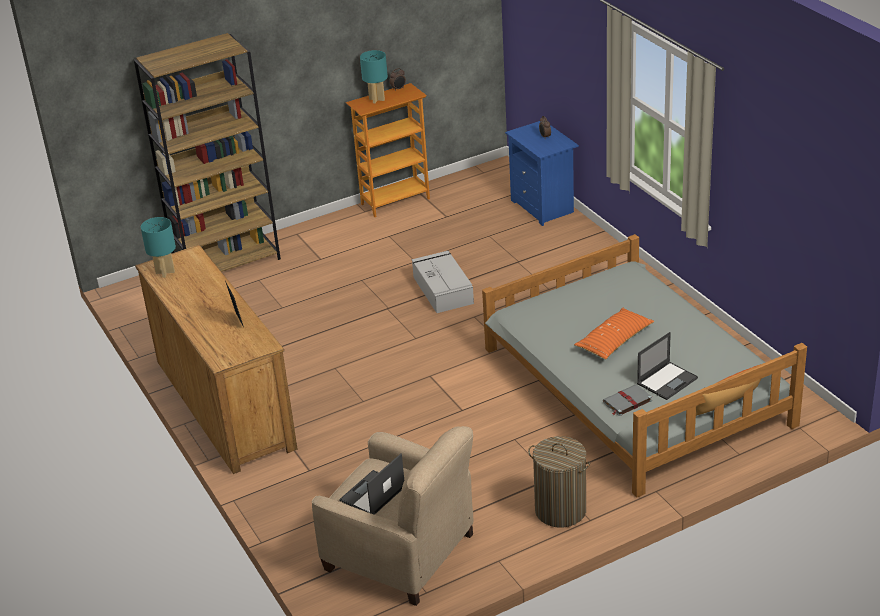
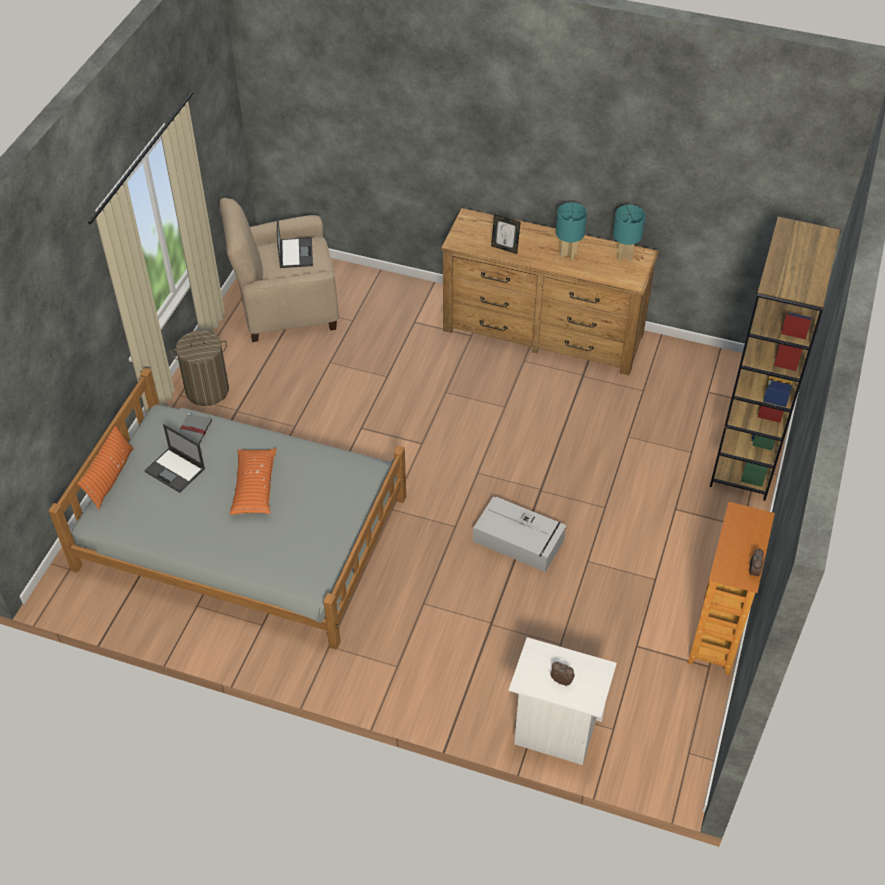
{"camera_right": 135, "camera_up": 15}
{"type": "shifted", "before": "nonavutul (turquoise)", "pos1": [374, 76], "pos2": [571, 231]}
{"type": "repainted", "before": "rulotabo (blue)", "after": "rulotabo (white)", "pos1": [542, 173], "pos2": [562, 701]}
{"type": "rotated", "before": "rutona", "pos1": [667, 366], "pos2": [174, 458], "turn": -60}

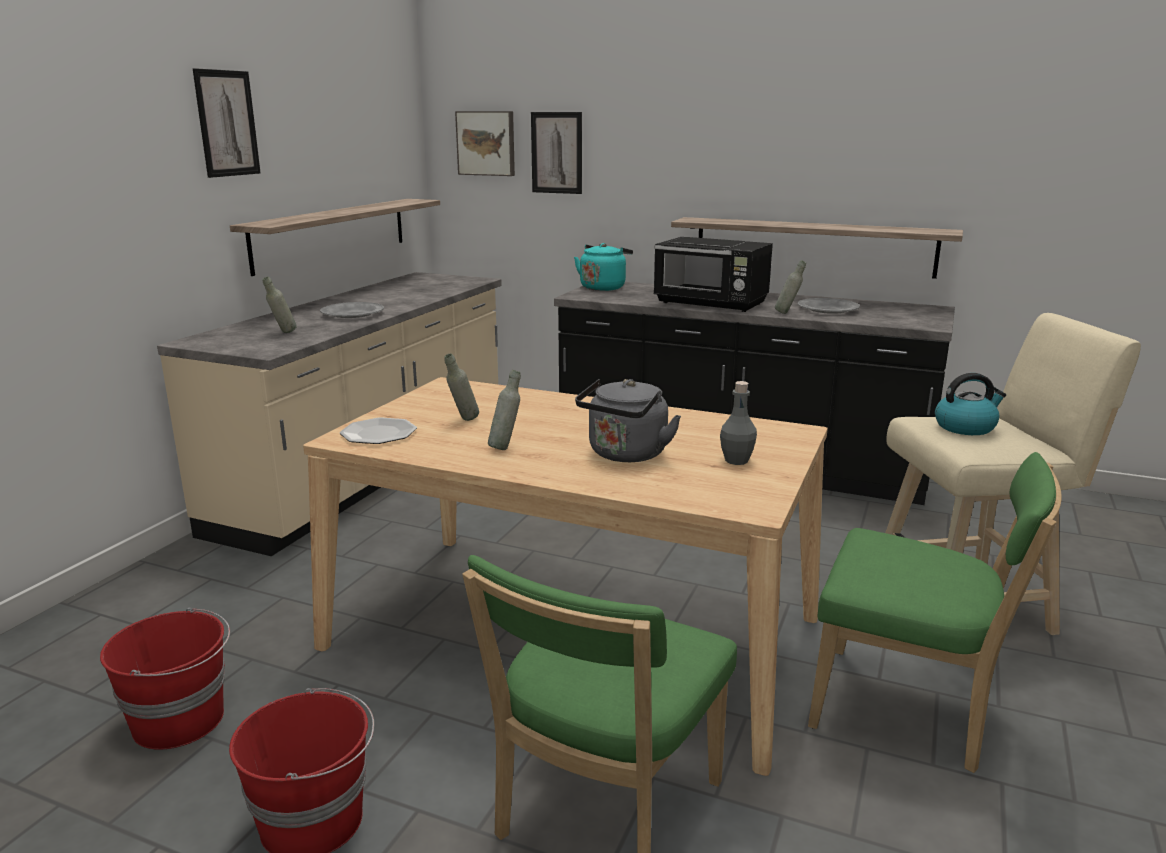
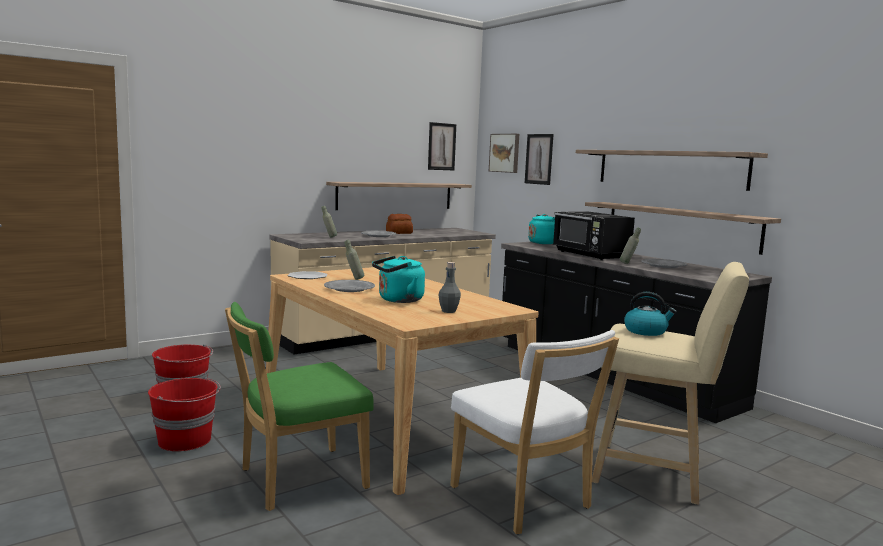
{"camera_right": 30, "camera_up": -10}
{"type": "new", "after": "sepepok", "pos2": [399, 224]}
{"type": "new", "after": "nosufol", "pos2": [672, 170]}
{"type": "shifted", "before": "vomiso", "pos1": [226, 123], "pos2": [442, 146]}
{"type": "swapped", "before": "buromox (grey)", "after": "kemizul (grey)", "pos1": [504, 410], "pos2": [349, 286]}
{"type": "repainted", "before": "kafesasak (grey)", "after": "kafesasak (turquoise)", "pos1": [628, 420], "pos2": [398, 279]}
{"type": "repainted", "before": "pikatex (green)", "after": "pikatex (white)", "pos1": [935, 612], "pos2": [534, 432]}

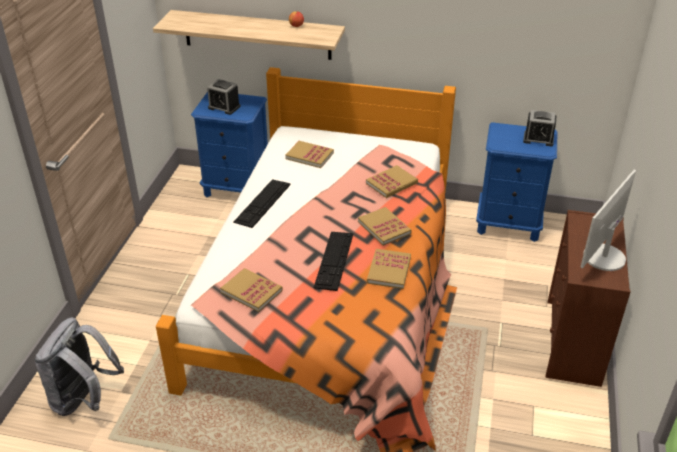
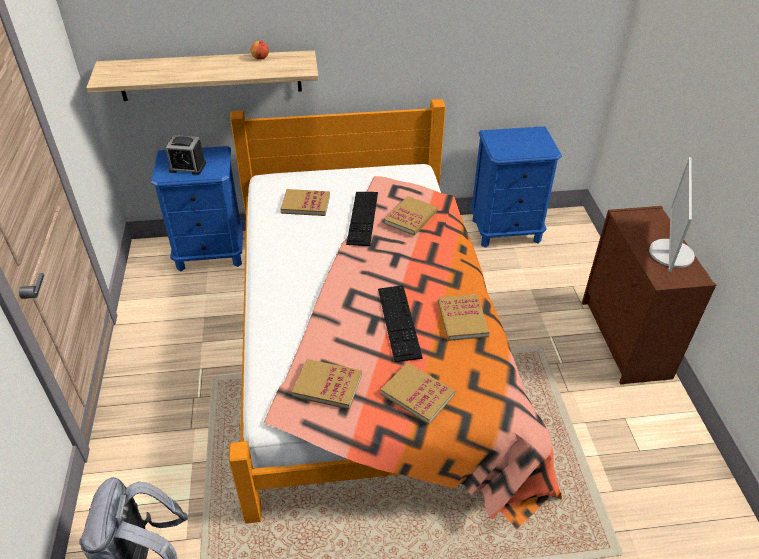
{"camera_right": -20, "camera_up": 5}
{"type": "gone", "before": "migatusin", "pos1": [539, 128]}
{"type": "shifted", "before": "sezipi", "pos1": [261, 203], "pos2": [362, 219]}
{"type": "shifted", "before": "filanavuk", "pos1": [385, 226], "pos2": [418, 393]}

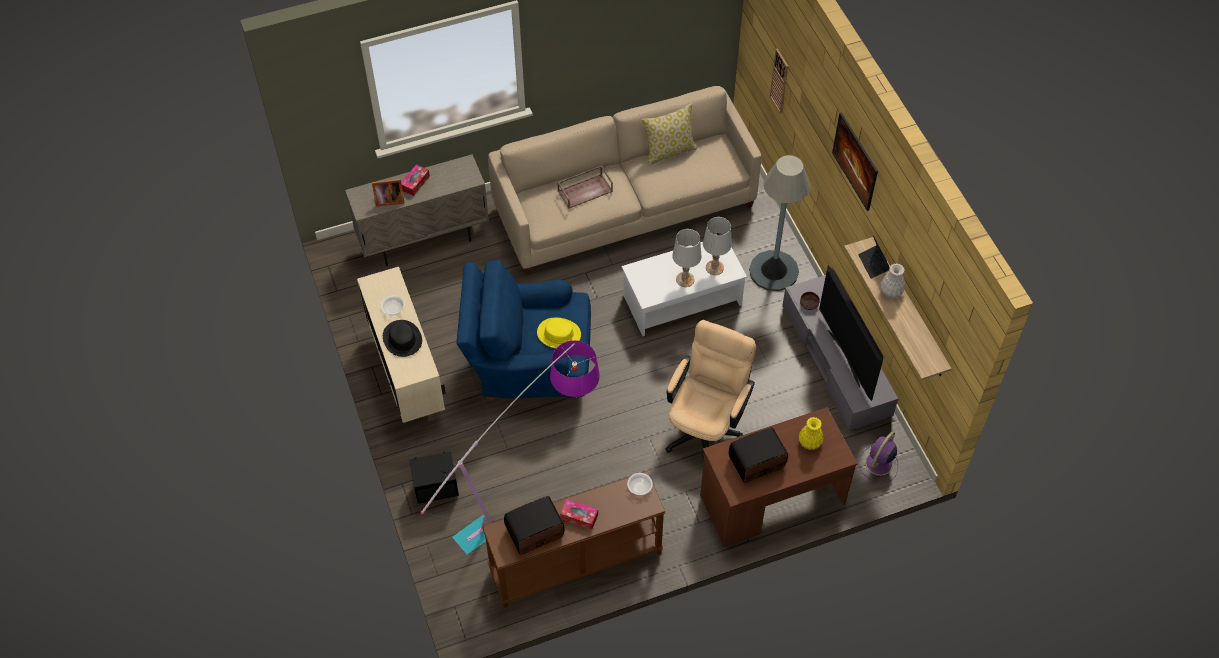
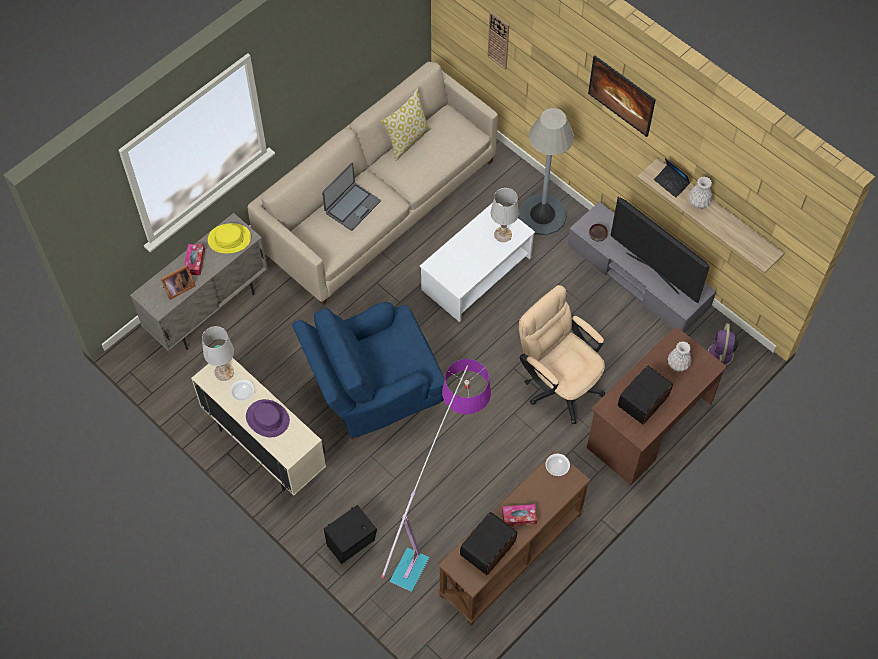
{"camera_right": -25, "camera_up": 5}
{"type": "shifted", "before": "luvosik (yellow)", "pos1": [559, 333], "pos2": [229, 238]}
{"type": "shifted", "before": "nonavutul (white)", "pos1": [686, 258], "pos2": [218, 353]}
{"type": "swapped", "before": "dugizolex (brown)", "after": "rutona", "pos1": [585, 187], "pos2": [351, 196]}
{"type": "repainted", "before": "luvosik (black)", "after": "luvosik (purple)", "pos1": [402, 338], "pos2": [268, 418]}
{"type": "repainted", "before": "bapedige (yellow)", "after": "bapedige (white)", "pos1": [811, 433], "pos2": [680, 356]}
{"type": "rotated", "before": "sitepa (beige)", "pos1": [710, 386], "pos2": [562, 354], "turn": -45}

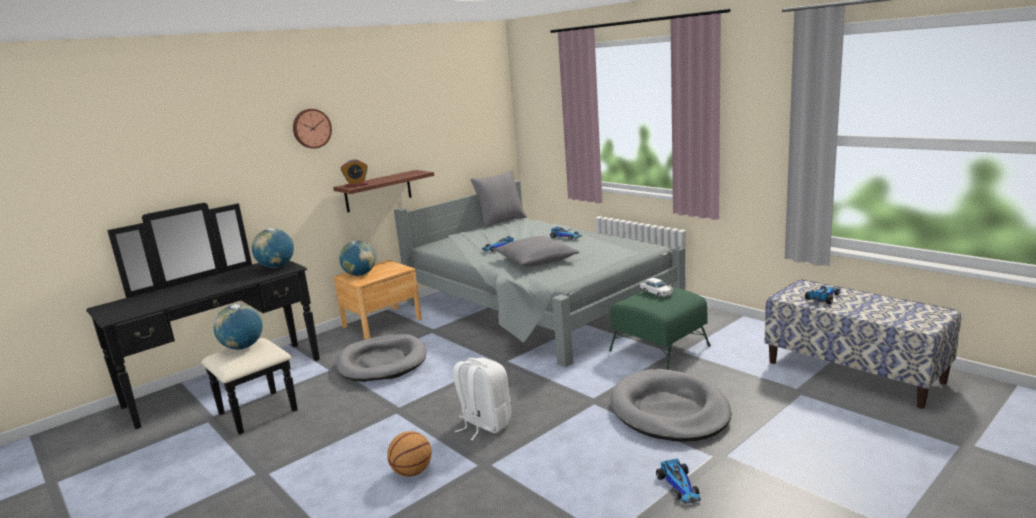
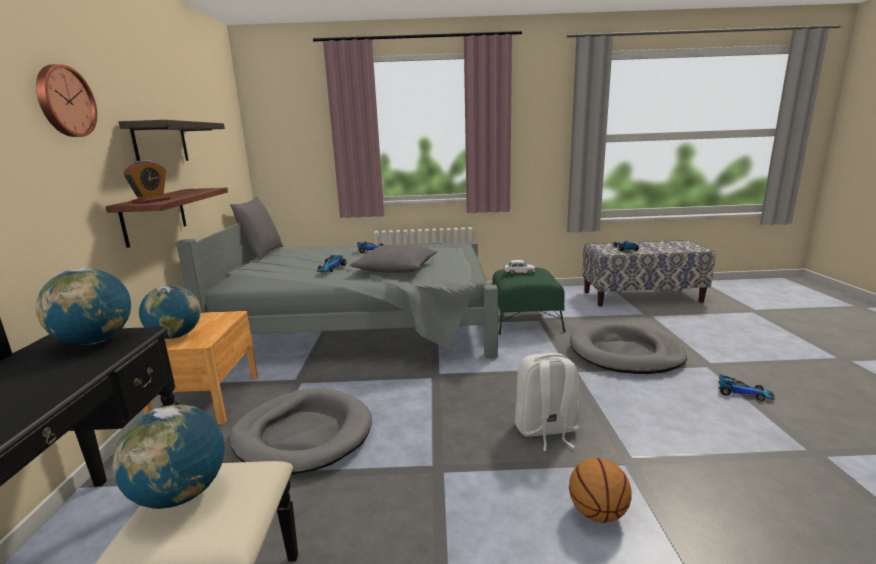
{"camera_right": -50, "camera_up": 0}
{"type": "new", "after": "nosufol", "pos2": [171, 140]}

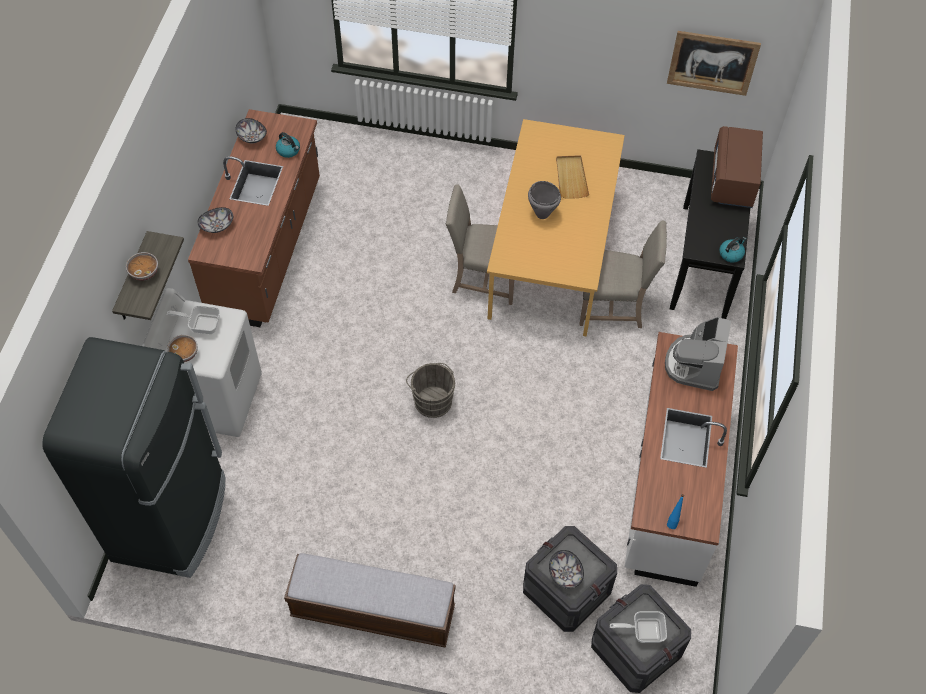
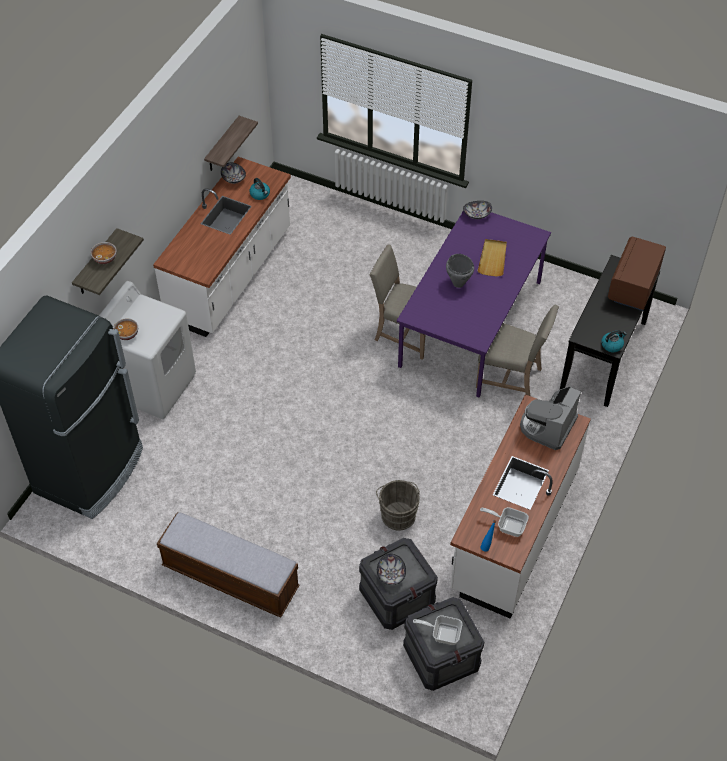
{"camera_right": 15, "camera_up": -5}
{"type": "gone", "before": "vomiso", "pos1": [714, 63]}
{"type": "new", "after": "nosufol", "pos2": [231, 143]}
{"type": "shifted", "before": "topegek", "pos1": [193, 319], "pos2": [504, 522]}
{"type": "shifted", "before": "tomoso", "pos1": [215, 220], "pos2": [477, 210]}
{"type": "shifted", "before": "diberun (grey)", "pos1": [430, 390], "pos2": [398, 505]}
{"type": "repainted", "before": "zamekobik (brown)", "after": "zamekobik (white)", "pos1": [254, 218], "pos2": [222, 247]}
{"type": "repainted", "before": "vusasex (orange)", "after": "vusasex (purple)", "pos1": [556, 228], "pos2": [474, 304]}

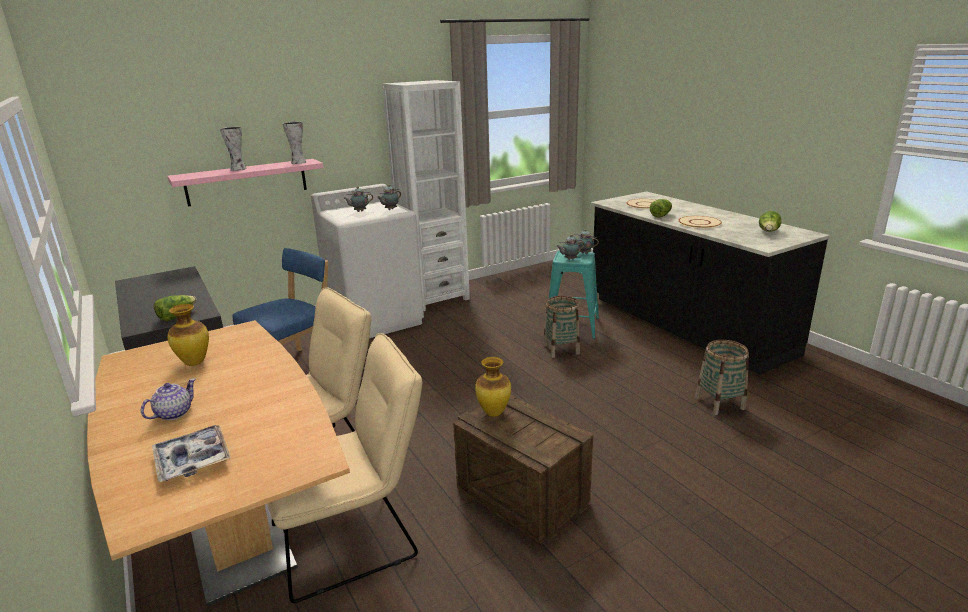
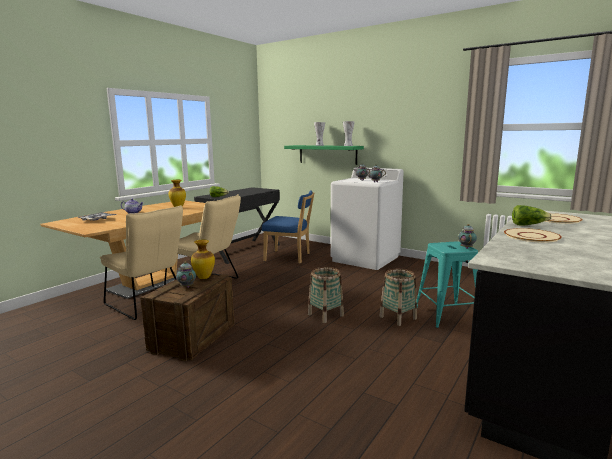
{"camera_right": 65, "camera_up": -10}
{"type": "gone", "before": "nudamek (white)", "pos1": [426, 195]}
{"type": "gone", "before": "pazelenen", "pos1": [770, 221]}
{"type": "shifted", "before": "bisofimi", "pos1": [570, 247], "pos2": [186, 274]}
{"type": "shifted", "before": "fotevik", "pos1": [722, 377], "pos2": [326, 295]}
{"type": "repainted", "before": "nosufol (pink)", "after": "nosufol (green)", "pos1": [246, 182], "pos2": [324, 155]}

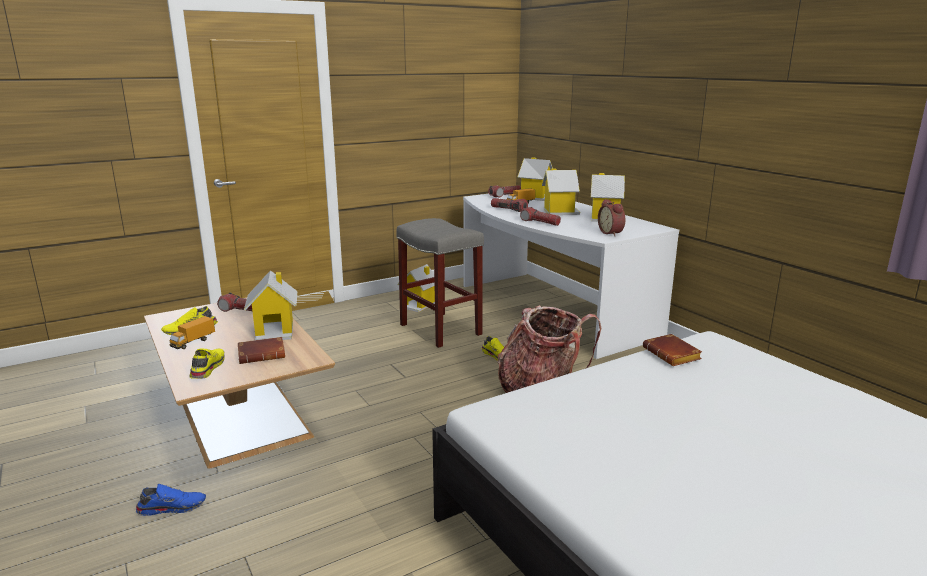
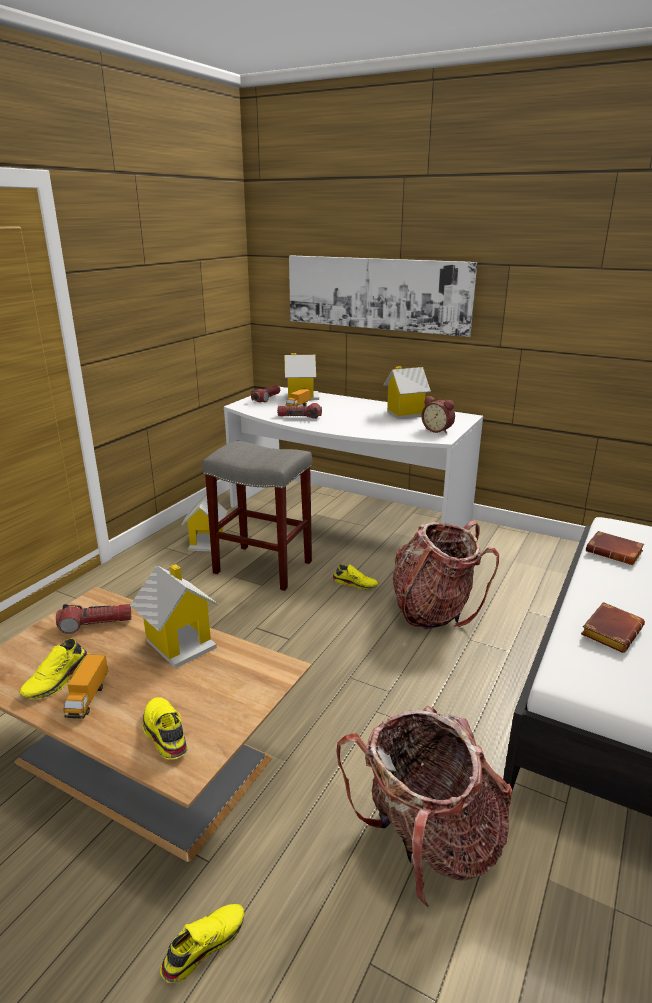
{"camera_right": -30, "camera_up": 5}
{"type": "gone", "before": "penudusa", "pos1": [540, 216]}
{"type": "gone", "before": "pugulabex", "pos1": [561, 191]}
{"type": "new", "after": "vomiso", "pos2": [383, 296]}
{"type": "new", "after": "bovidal", "pos2": [424, 807]}
{"type": "shifted", "before": "filanavuk (brown)", "pos1": [261, 350], "pos2": [613, 627]}
{"type": "repainted", "before": "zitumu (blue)", "after": "zitumu (yellow)", "pos1": [171, 500], "pos2": [202, 944]}

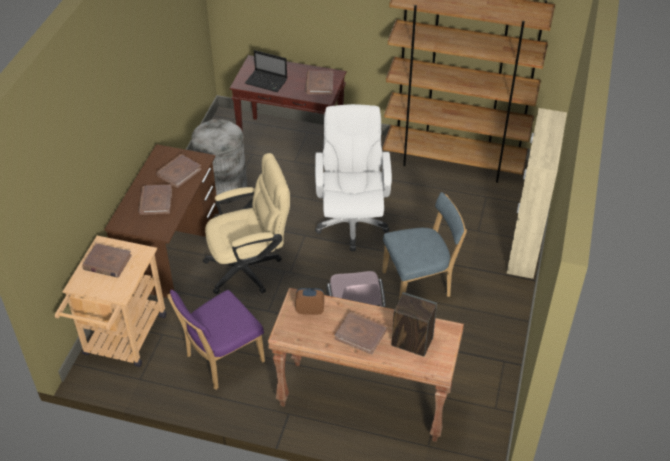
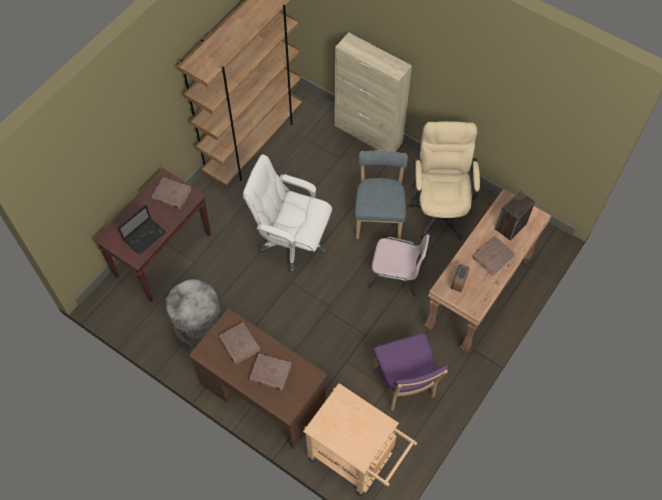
{"camera_right": -70, "camera_up": 15}
{"type": "gone", "before": "filanavuk (brown)", "pos1": [107, 260]}
{"type": "shifted", "before": "sitepa (beige)", "pos1": [246, 223], "pos2": [444, 180]}

